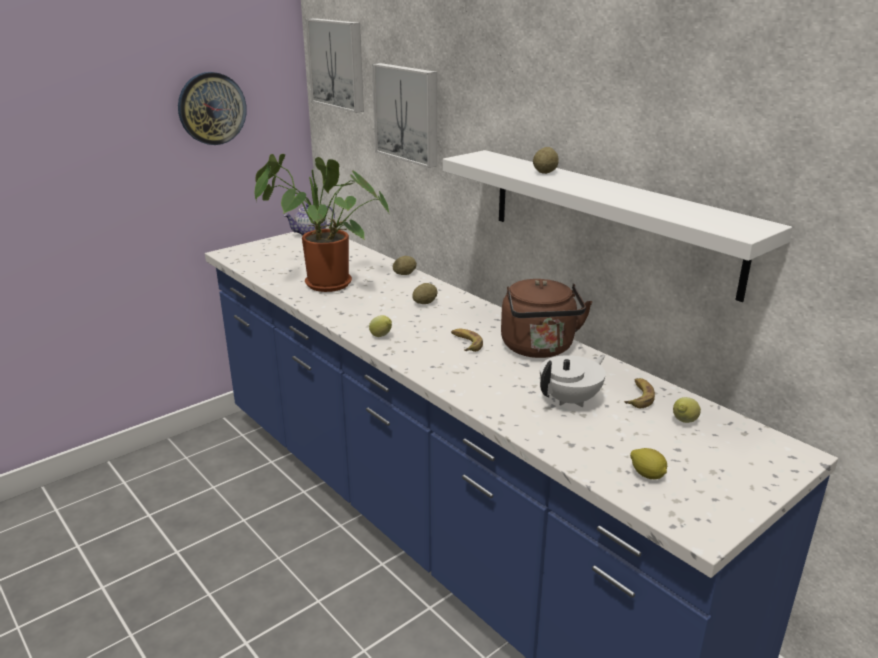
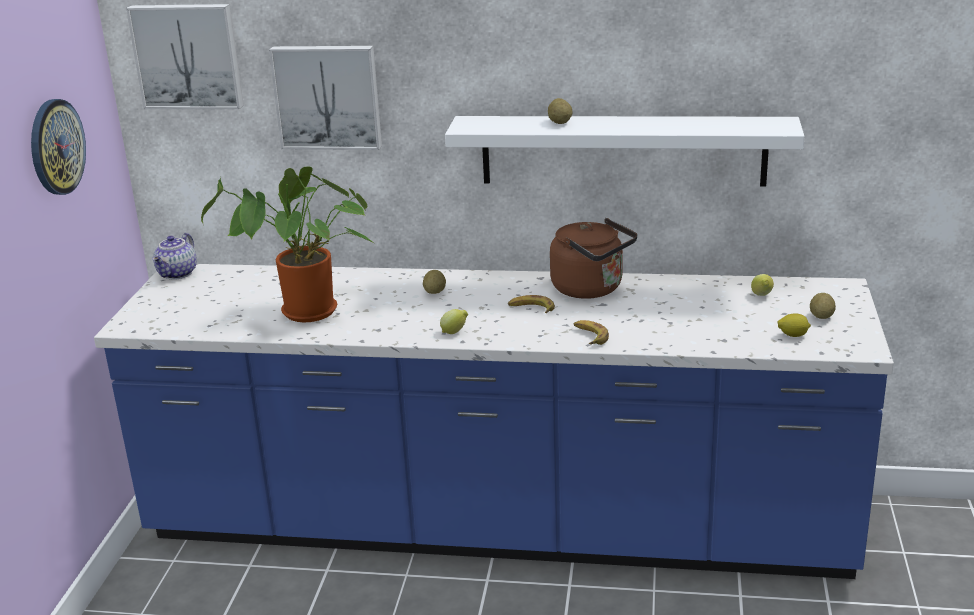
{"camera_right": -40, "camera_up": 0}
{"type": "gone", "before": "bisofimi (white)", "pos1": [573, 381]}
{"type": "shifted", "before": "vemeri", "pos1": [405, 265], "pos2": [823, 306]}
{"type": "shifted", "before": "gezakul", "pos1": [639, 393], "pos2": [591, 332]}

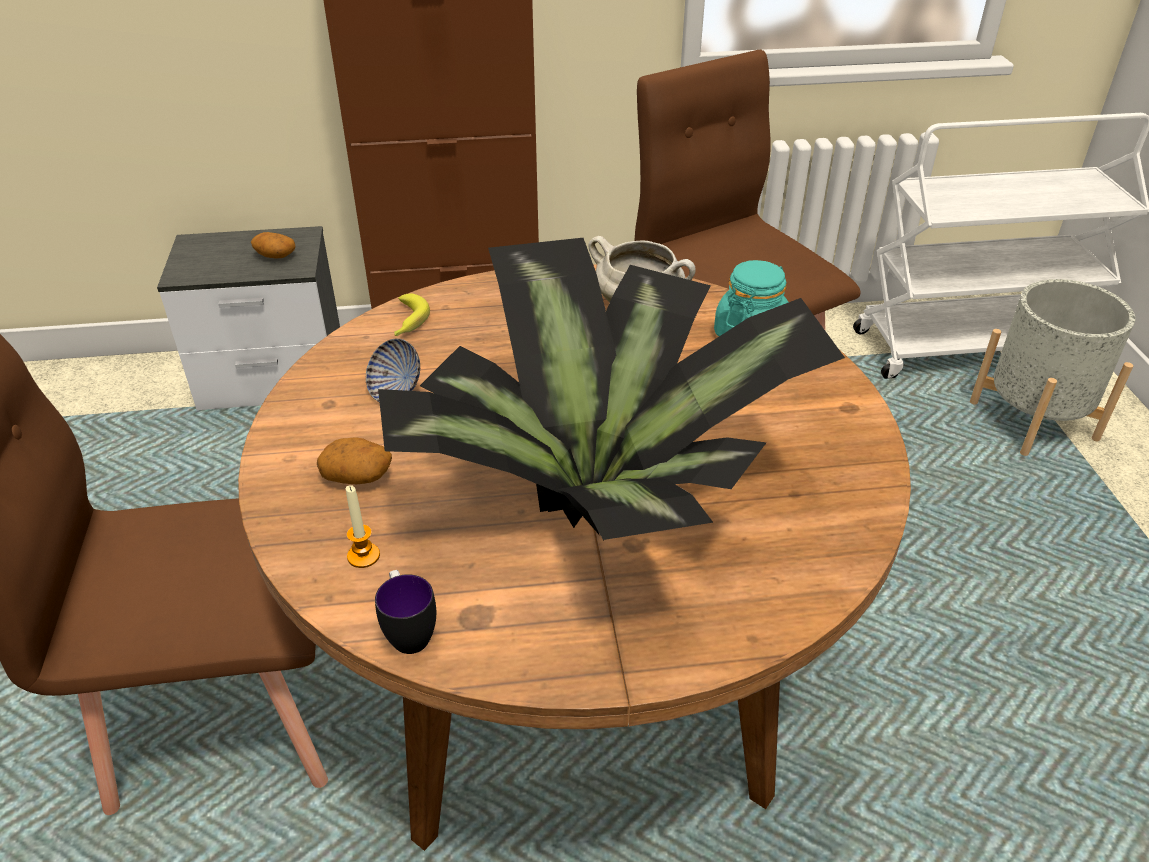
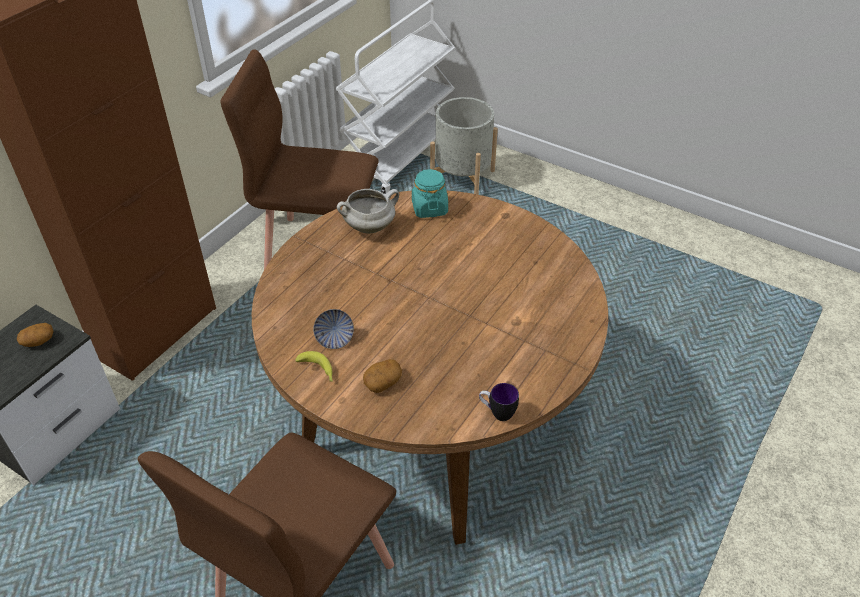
{"camera_right": -50, "camera_up": 5}
{"type": "gone", "before": "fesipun", "pos1": [362, 526]}
{"type": "gone", "before": "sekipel", "pos1": [611, 389]}
{"type": "shifted", "before": "gezakul", "pos1": [412, 315], "pos2": [314, 366]}

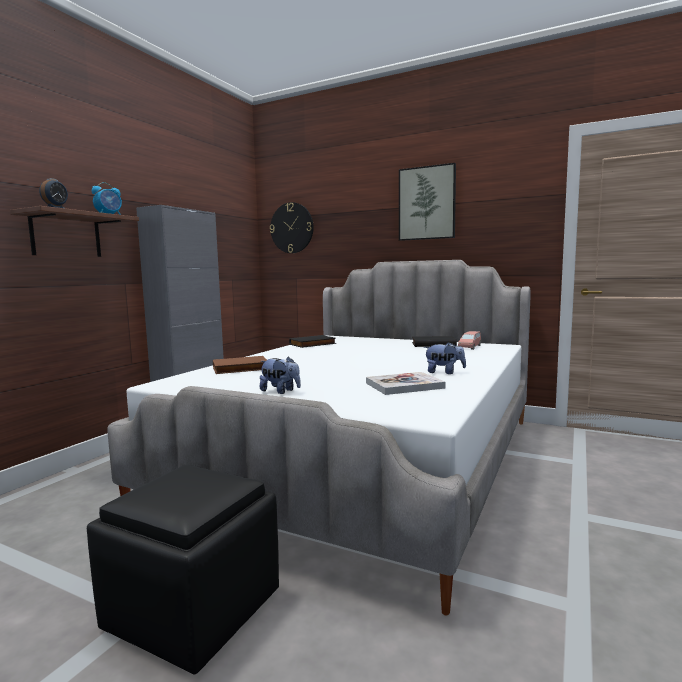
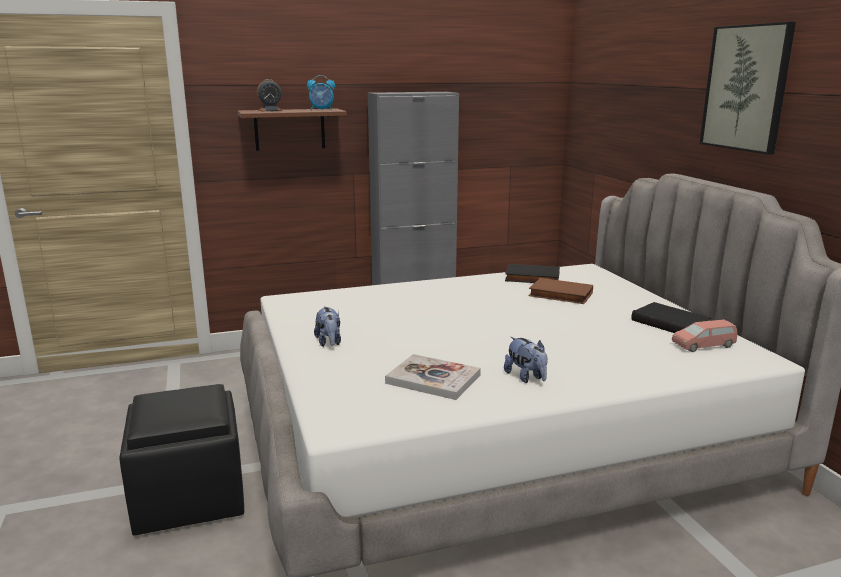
{"camera_right": 45, "camera_up": 10}
{"type": "gone", "before": "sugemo", "pos1": [291, 227]}
{"type": "shifted", "before": "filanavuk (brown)", "pos1": [240, 365], "pos2": [560, 291]}

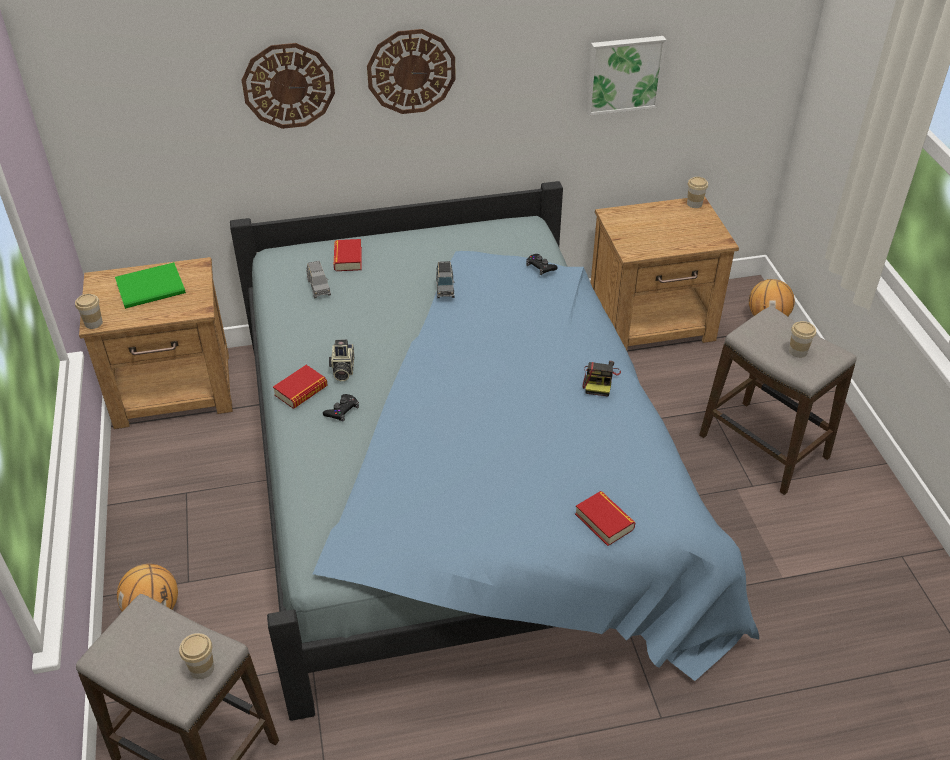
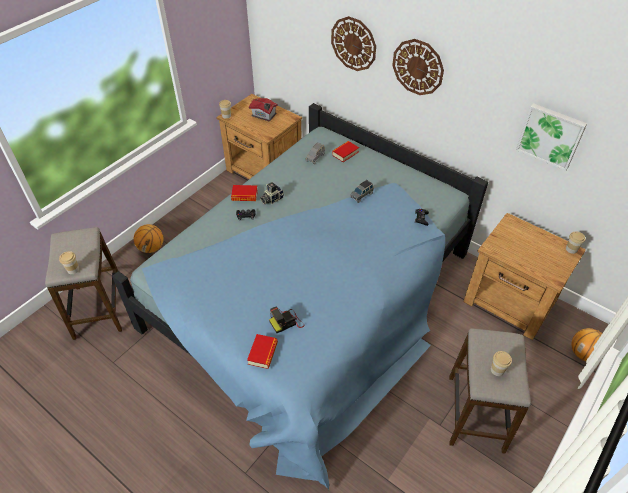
{"camera_right": 50, "camera_up": 5}
{"type": "shifted", "before": "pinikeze", "pos1": [601, 379], "pos2": [287, 320]}
{"type": "swapped", "before": "filanavuk (green)", "after": "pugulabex", "pos1": [150, 285], "pos2": [263, 110]}

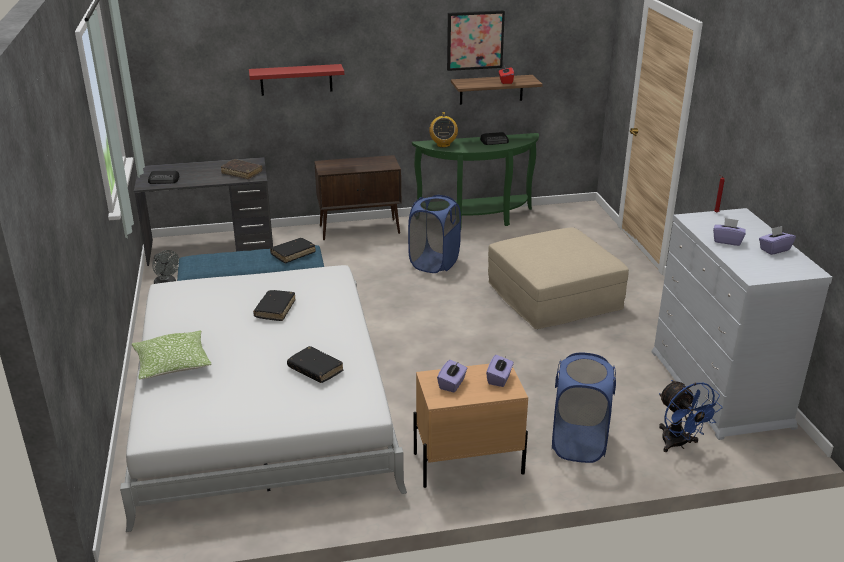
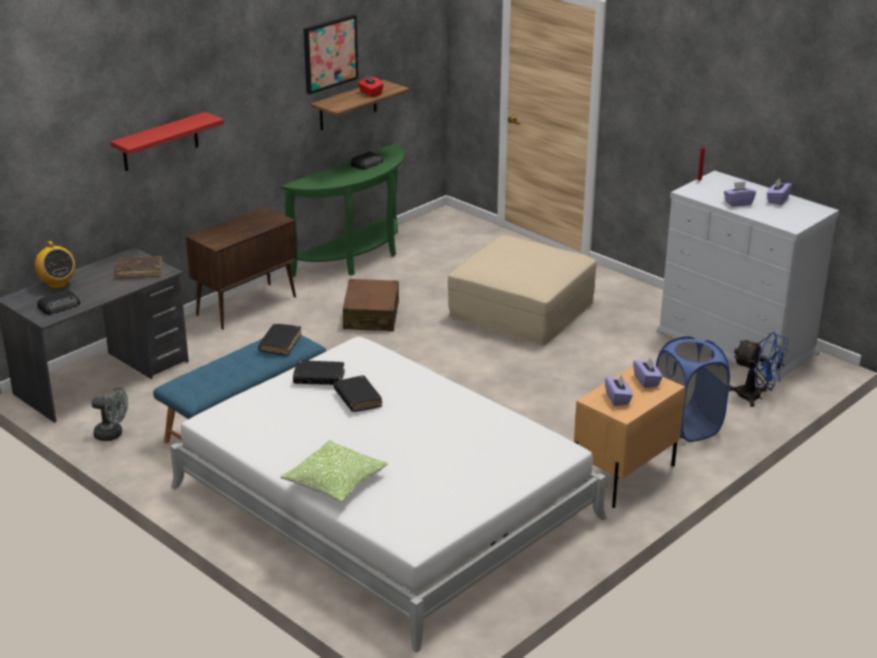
{"camera_right": -35, "camera_up": 0}
{"type": "shifted", "before": "filanavuk (black)", "pos1": [315, 364], "pos2": [319, 372]}
{"type": "shifted", "before": "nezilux", "pos1": [443, 130], "pos2": [55, 265]}
{"type": "swapped", "before": "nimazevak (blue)", "after": "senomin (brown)", "pos1": [434, 234], "pos2": [371, 305]}

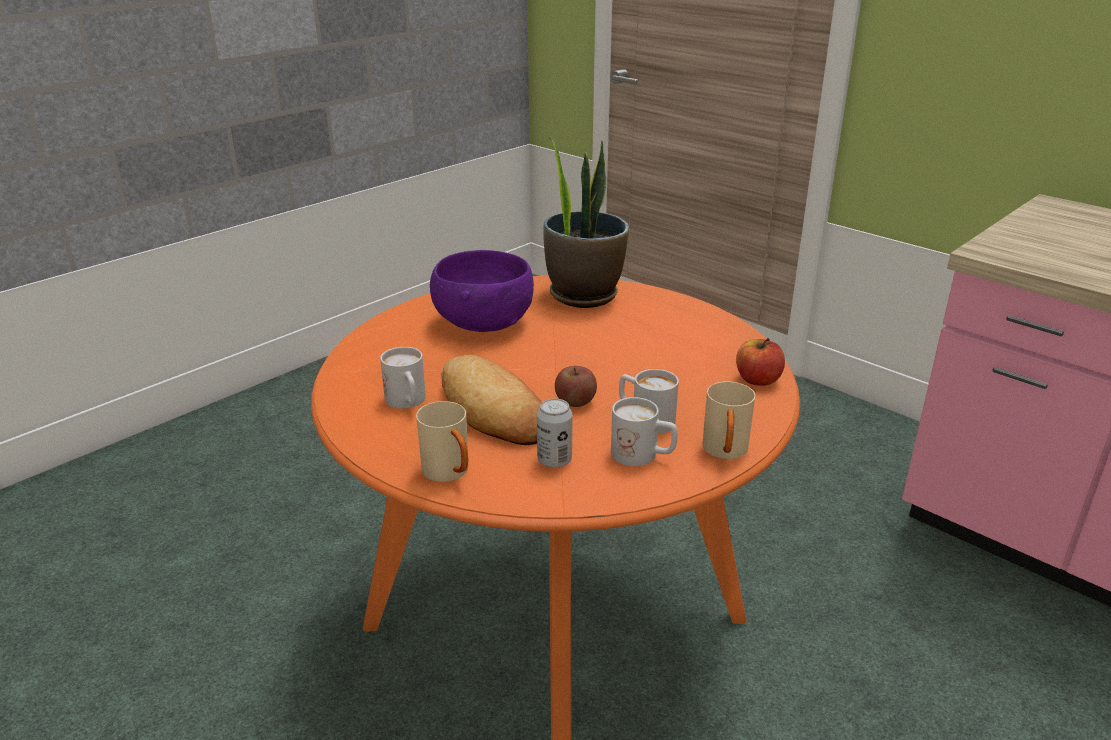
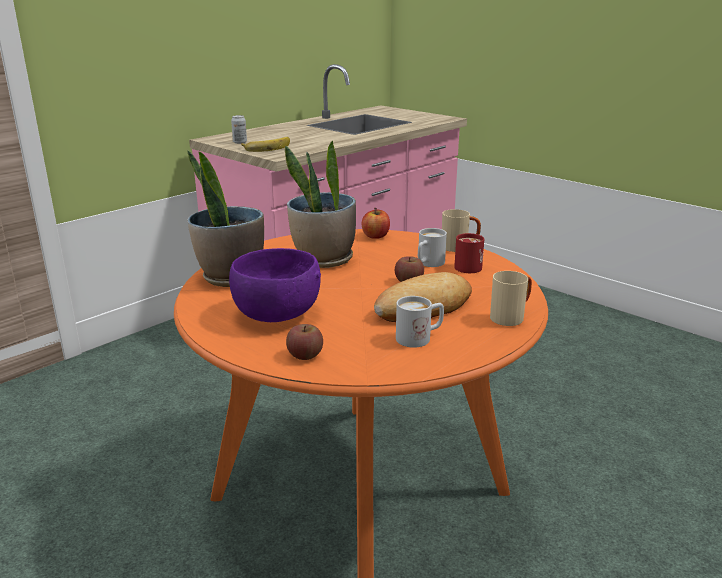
{"camera_right": -90, "camera_up": -5}
{"type": "new", "after": "gezakul", "pos2": [265, 144]}
{"type": "new", "after": "sekipel", "pos2": [320, 204]}
{"type": "new", "after": "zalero", "pos2": [304, 342]}
{"type": "shifted", "before": "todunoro", "pos1": [555, 433], "pos2": [239, 129]}
{"type": "repainted", "before": "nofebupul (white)", "after": "nofebupul (red)", "pos1": [644, 431], "pos2": [469, 253]}

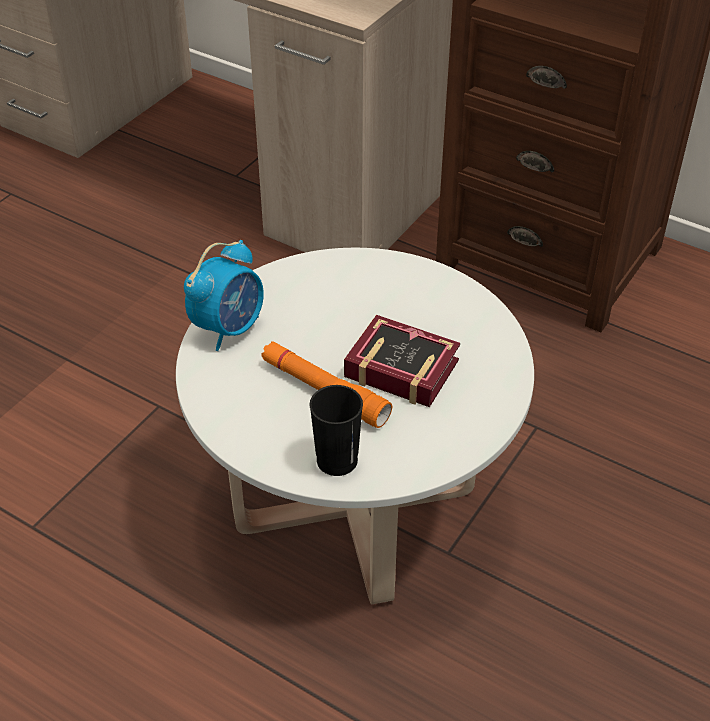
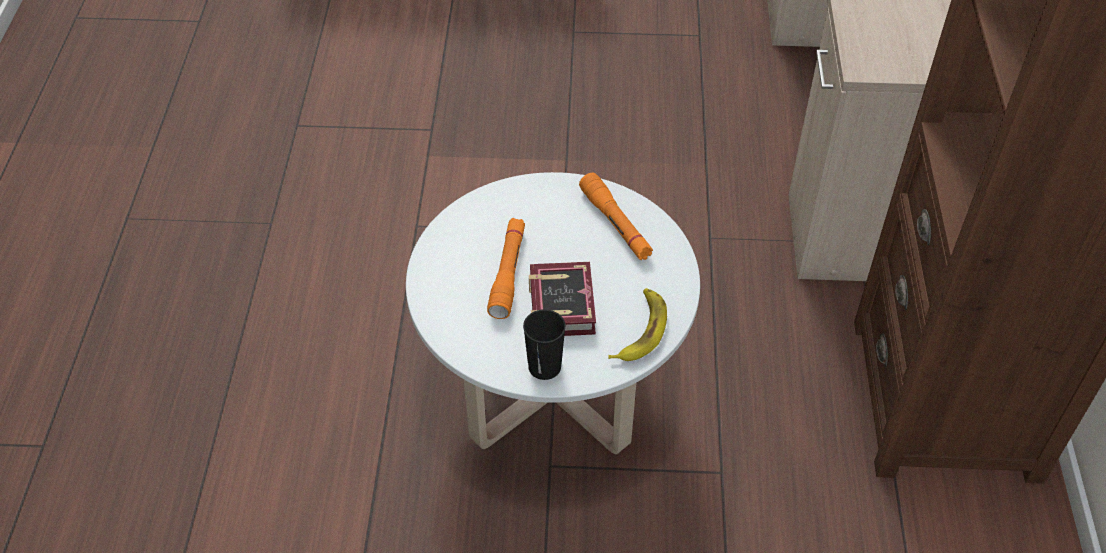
{"camera_right": 60, "camera_up": 5}
{"type": "gone", "before": "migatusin", "pos1": [224, 295]}
{"type": "new", "after": "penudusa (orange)", "pos2": [616, 216]}
{"type": "new", "after": "gezakul", "pos2": [637, 324]}
{"type": "shifted", "before": "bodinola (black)", "pos1": [336, 430], "pos2": [544, 344]}

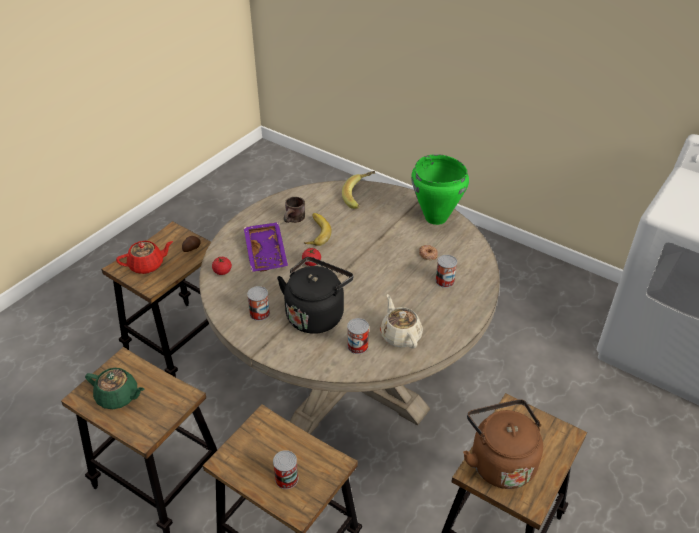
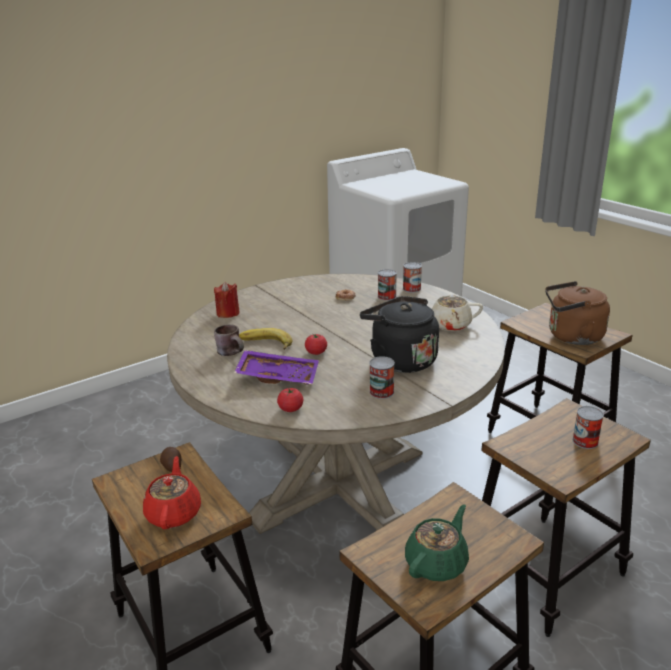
{"camera_right": -70, "camera_up": -15}
{"type": "gone", "before": "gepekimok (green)", "pos1": [440, 189]}
{"type": "shifted", "before": "todunoro", "pos1": [358, 336], "pos2": [412, 277]}
{"type": "swapped", "before": "gezakul", "after": "fesipun (red)", "pos1": [358, 190], "pos2": [227, 300]}

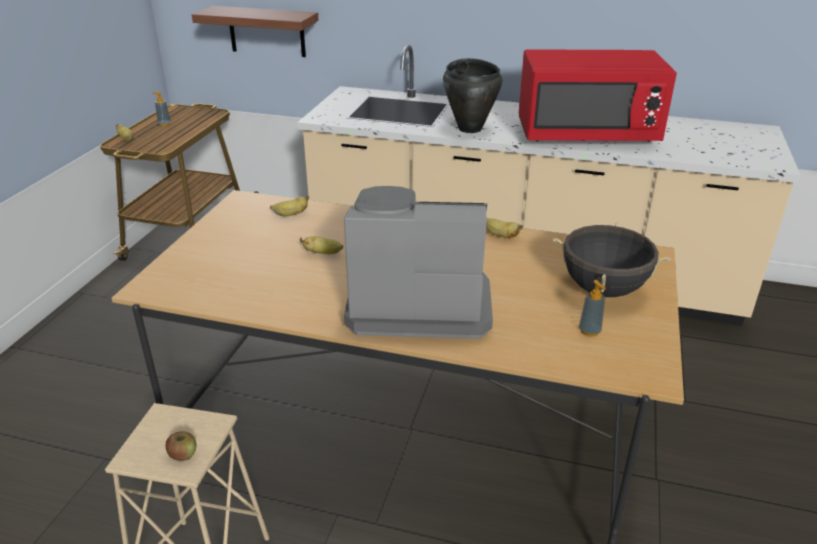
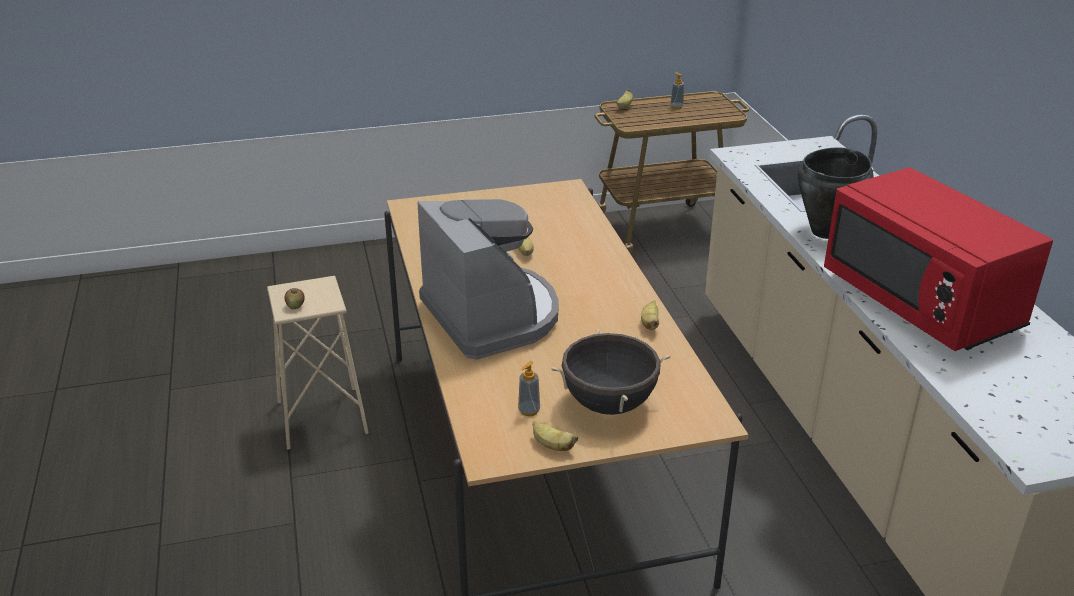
{"camera_right": 60, "camera_up": 0}
{"type": "gone", "before": "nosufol", "pos1": [255, 31]}
{"type": "shifted", "before": "gezakul", "pos1": [289, 205], "pos2": [555, 436]}

